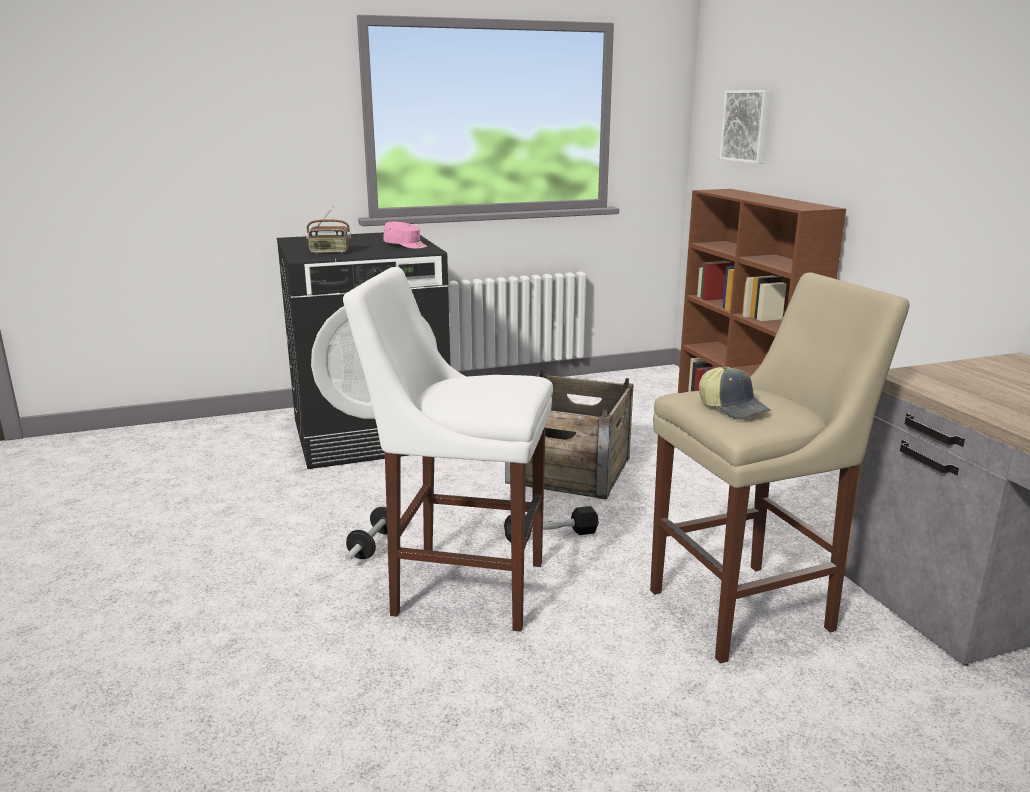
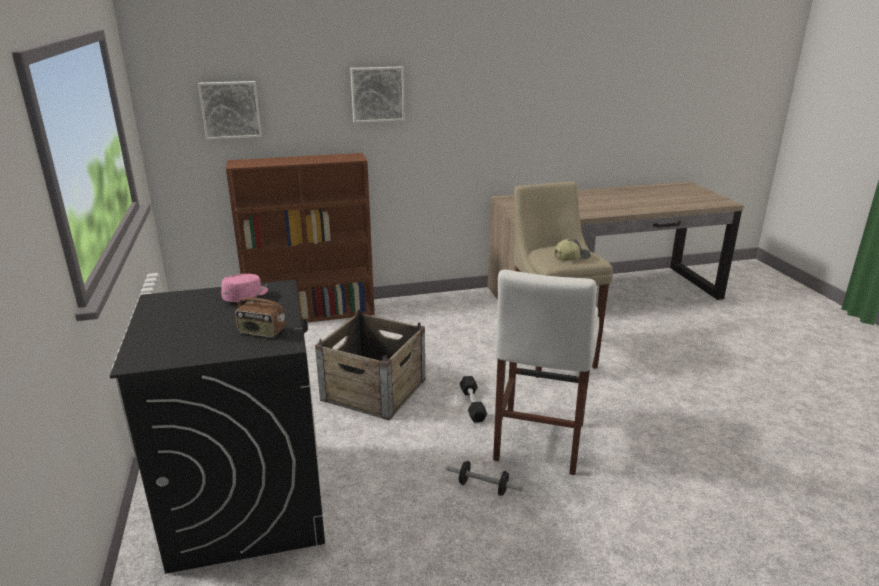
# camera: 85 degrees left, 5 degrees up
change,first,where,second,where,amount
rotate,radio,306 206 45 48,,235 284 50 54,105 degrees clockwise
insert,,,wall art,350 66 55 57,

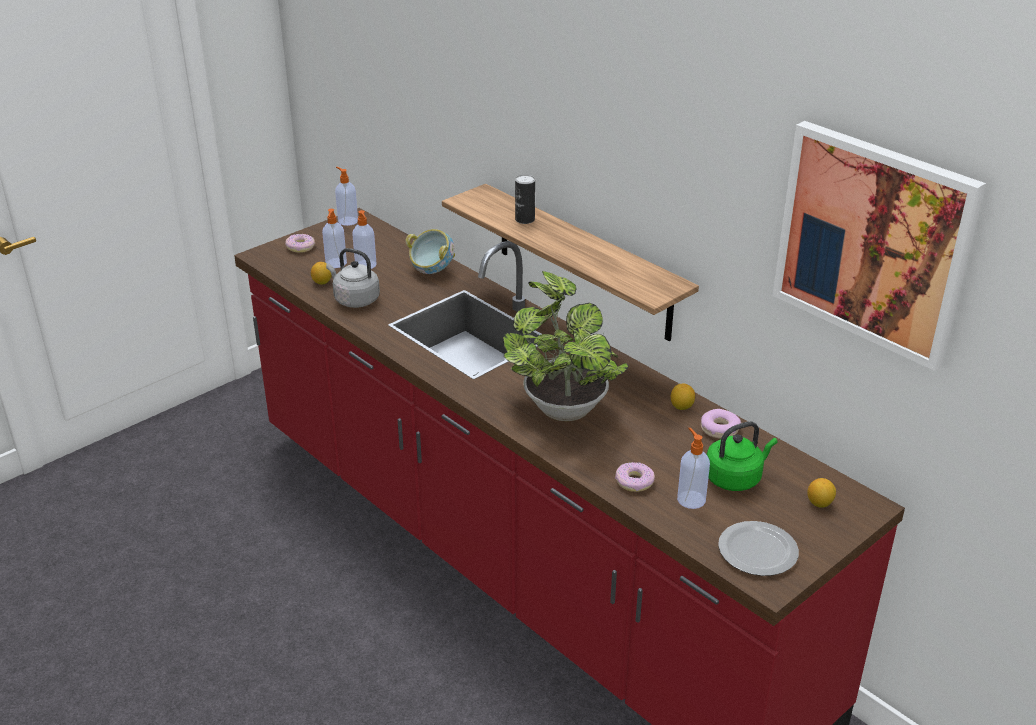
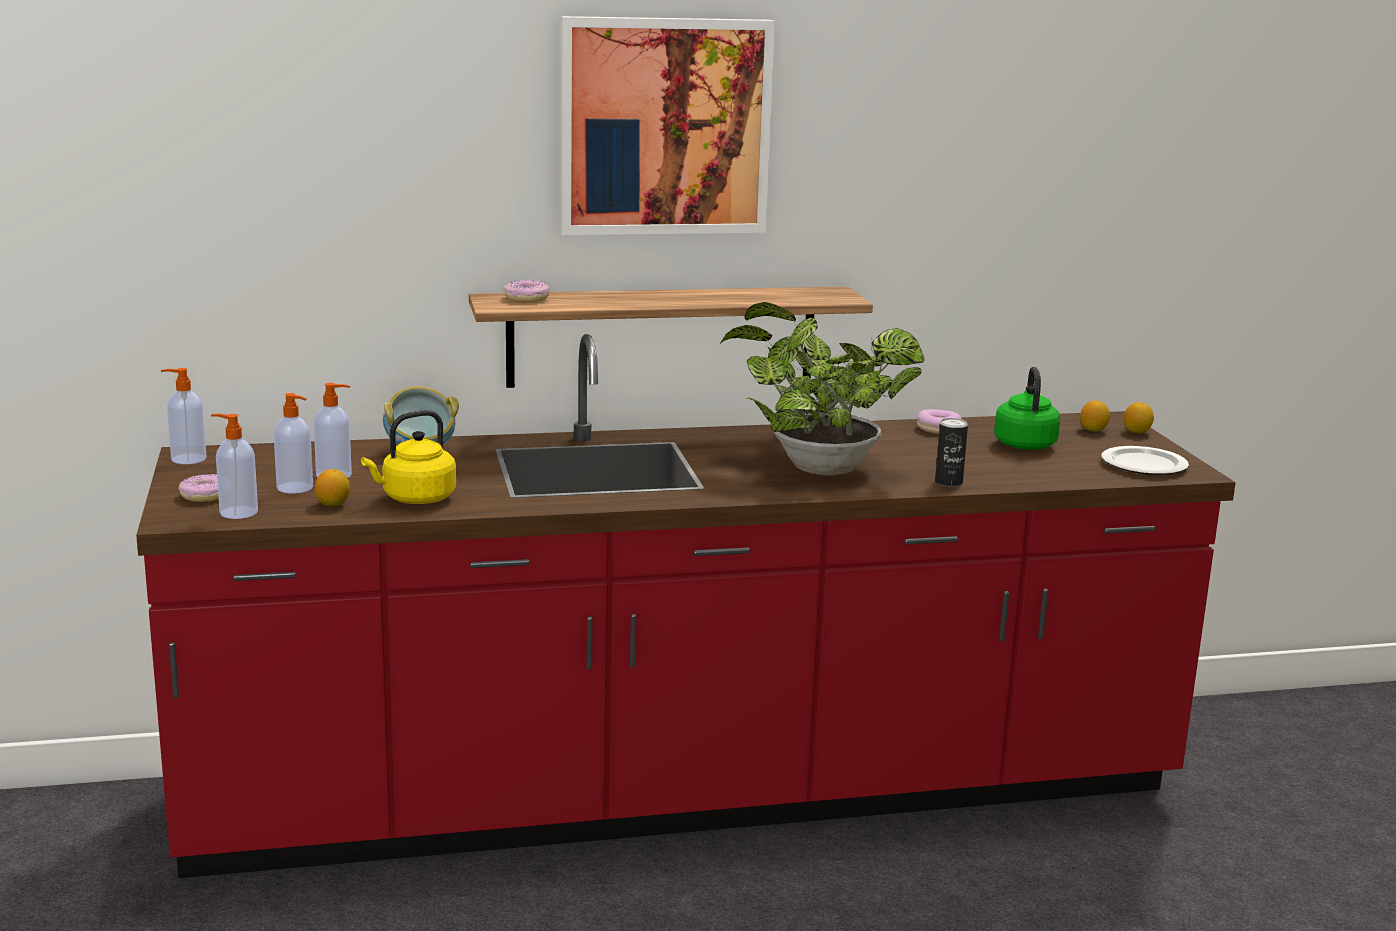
# camera: 60 degrees left, 15 degrees down
change,first,where,second,where,amount
move,liquid soap bottle,677 428 33 81,,211 414 47 105,
recolor,tea kettle (gray),326 248 54 60,tea kettle (yellowish),361 410 95 94,
move,doughnut,615 462 40 30,,504 280 46 22,
move,wall art,772 121 214 250,,560 16 215 219,
move,sealed can,515 174 20 50,,935 418 33 69,
move,citrus fruit,671 384 24 26,,1124 402 30 32,

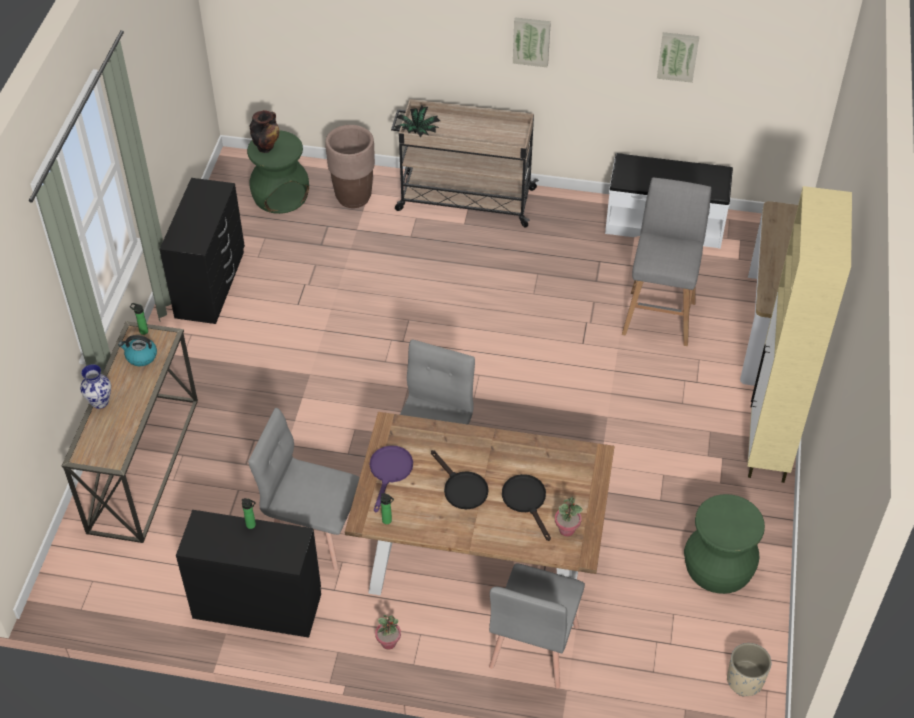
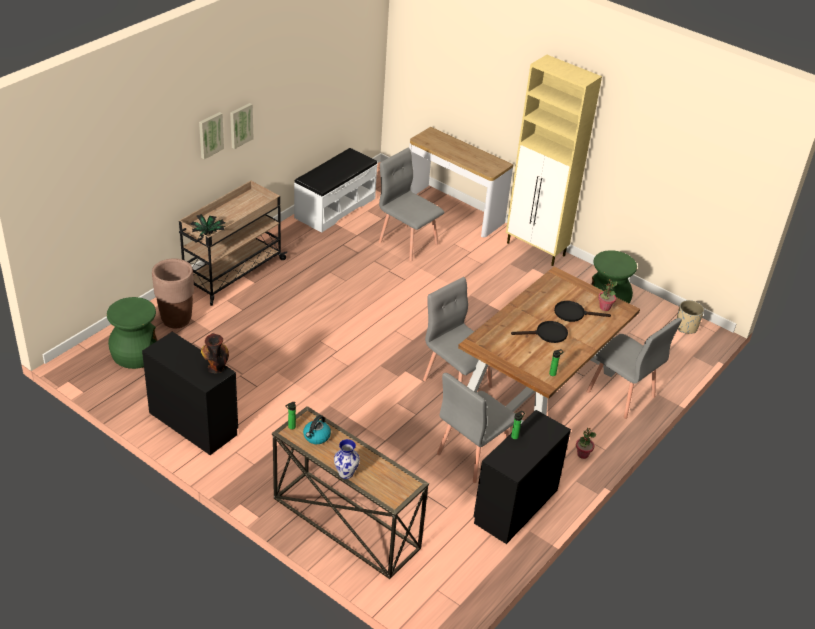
# camera: 65 degrees left, 10 degrees down
change,first,where,second,where,amount
move,wall art,657 32 42 51,,199 112 25 47,
move,decorative vase,250 110 29 43,,201 333 28 41,
replace,stool (gray),622 178 89 168,upright chair (gray),379 148 65 113,
delete,pan (purple),370 445 43 68,,,

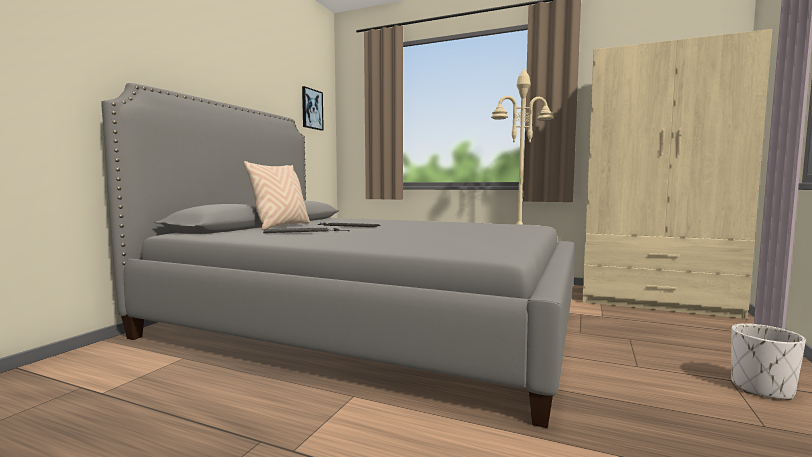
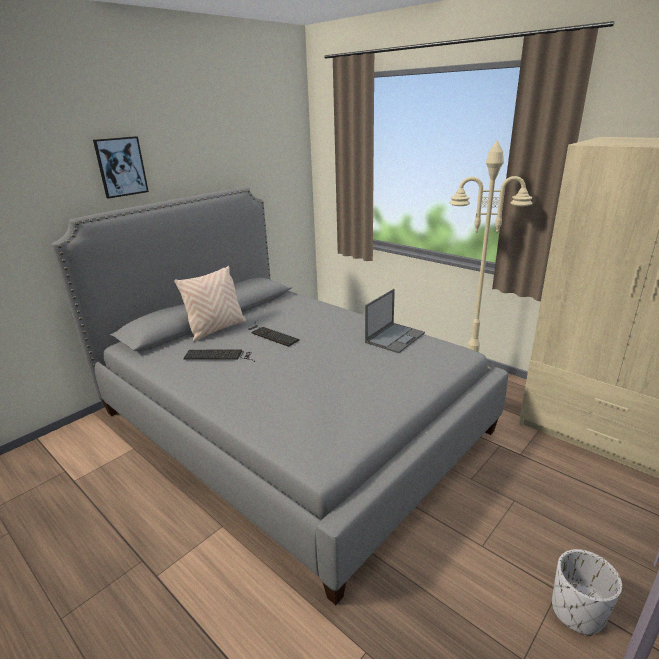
# camera: 20 degrees right, 20 degrees up
change,first,where,second,where,amount
move,wall art,302 86 22 45,,93 136 56 63,
insert,,,notebook computer,365 289 60 64,

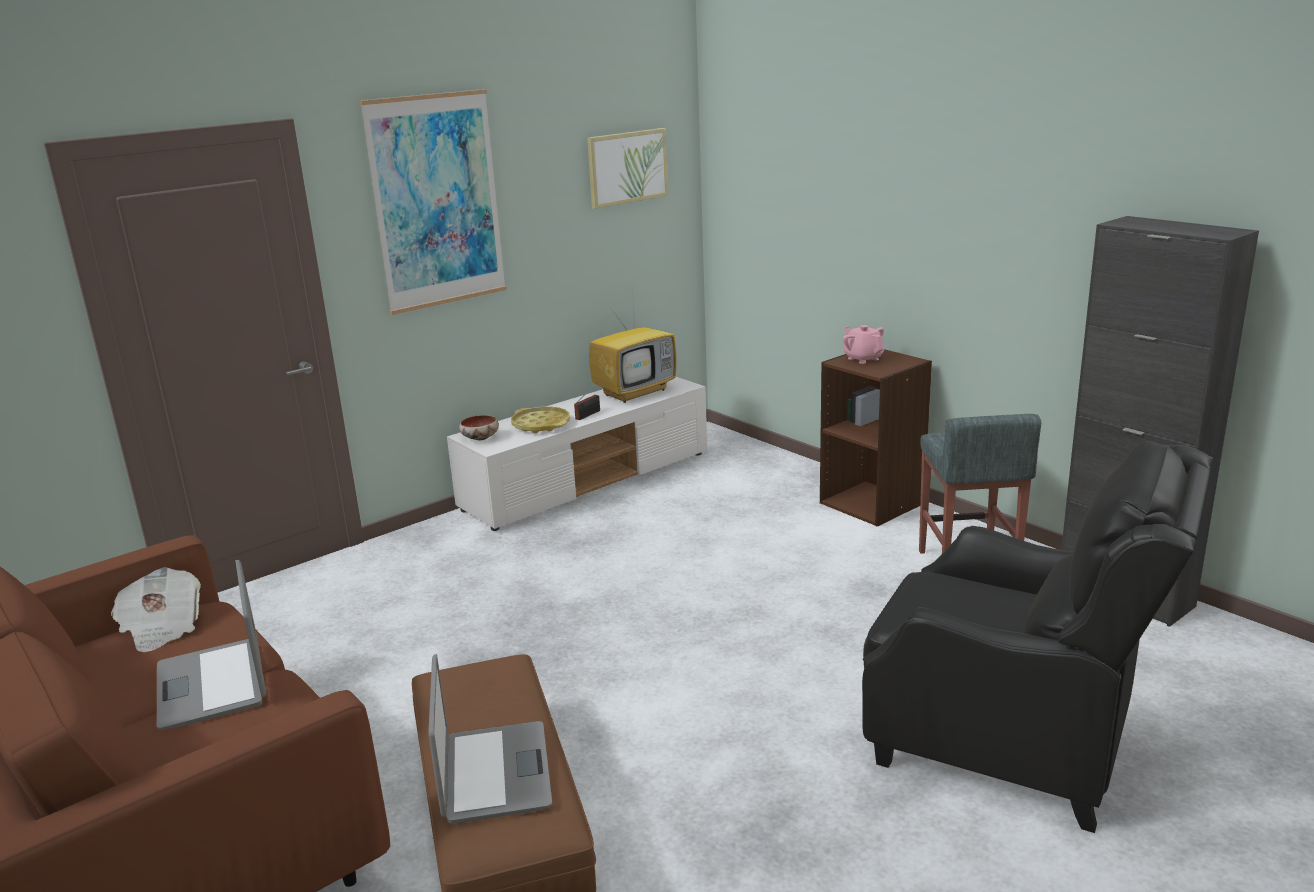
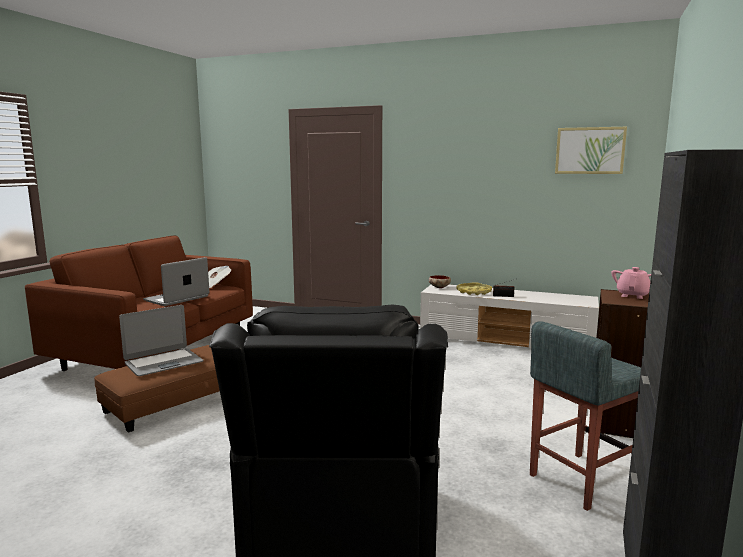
# camera: 60 degrees right, 10 degrees down
change,first,where,second,where,amount
delete,wall art,359 89 148 226,,,
delete,television,589 288 87 115,,,

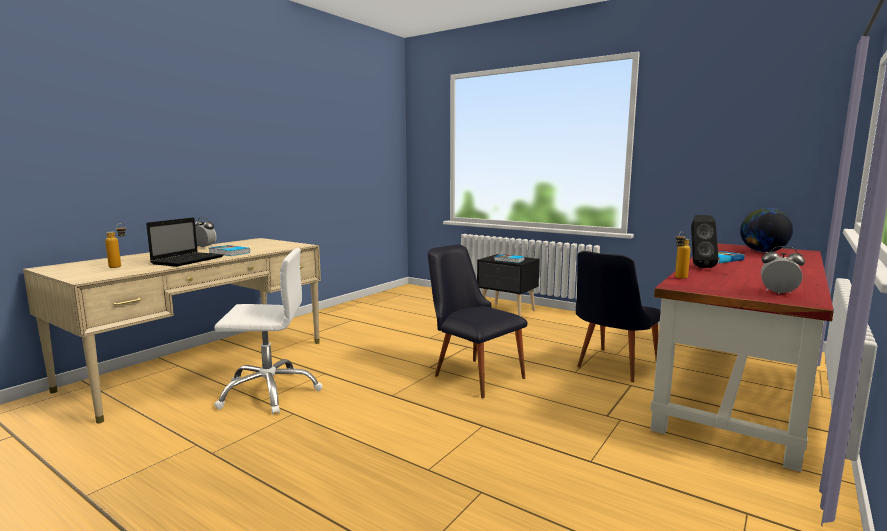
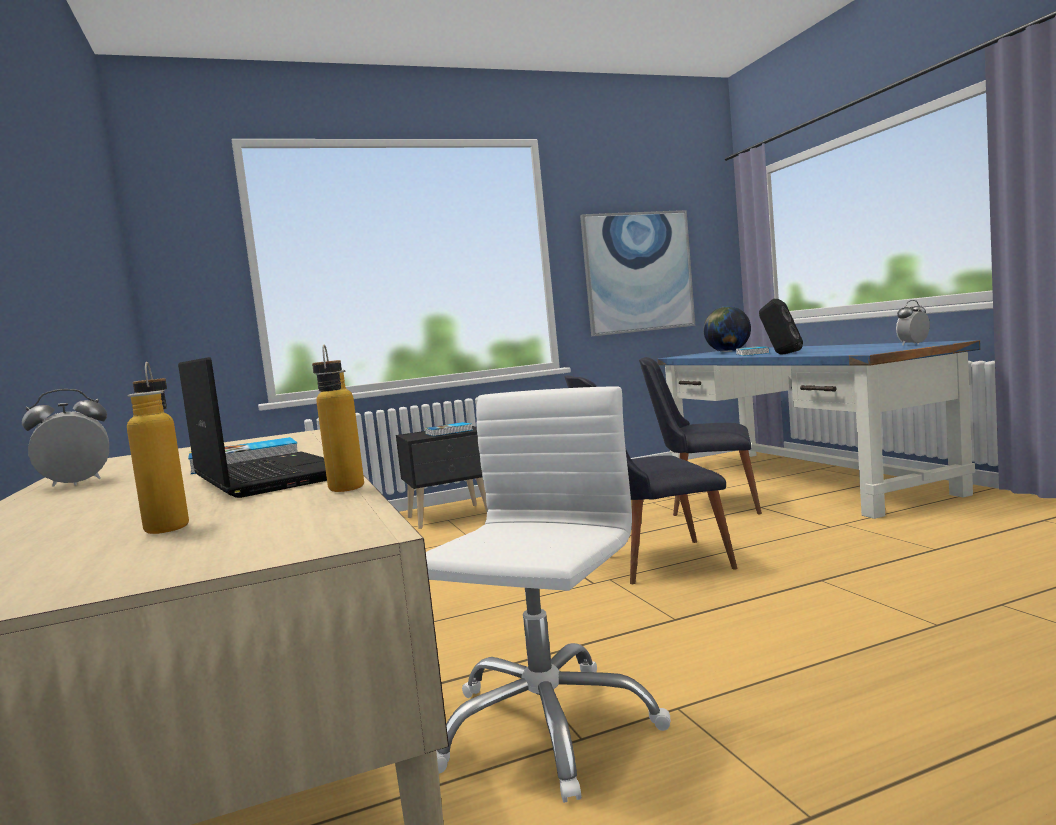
# camera: 55 degrees left, 5 degrees down
change,first,where,second,where,amount
move,beverage bottle,675 231 16 48,,312 345 52 147,
insert,,,wall art,580 210 115 127,
rotate,upright chair (black-coloured),576 251 85 131,,639 357 123 159,120 degrees clockwise
recolor,desk table (red-coloured),650 243 184 229,desk table (blue-coloured),657 340 324 179,

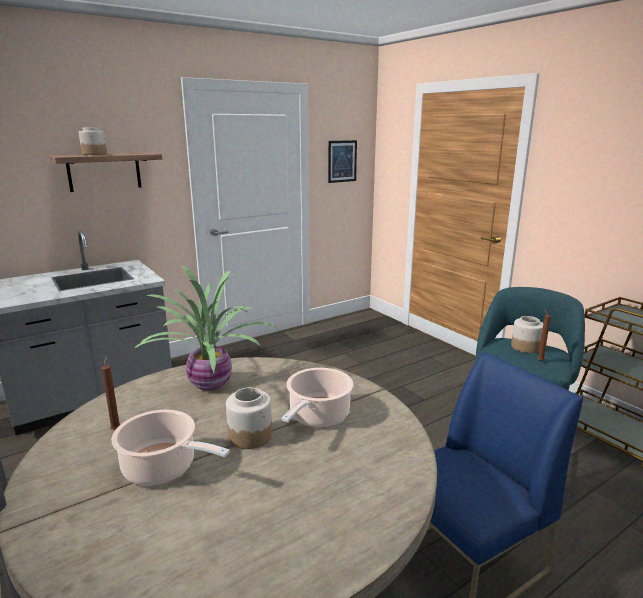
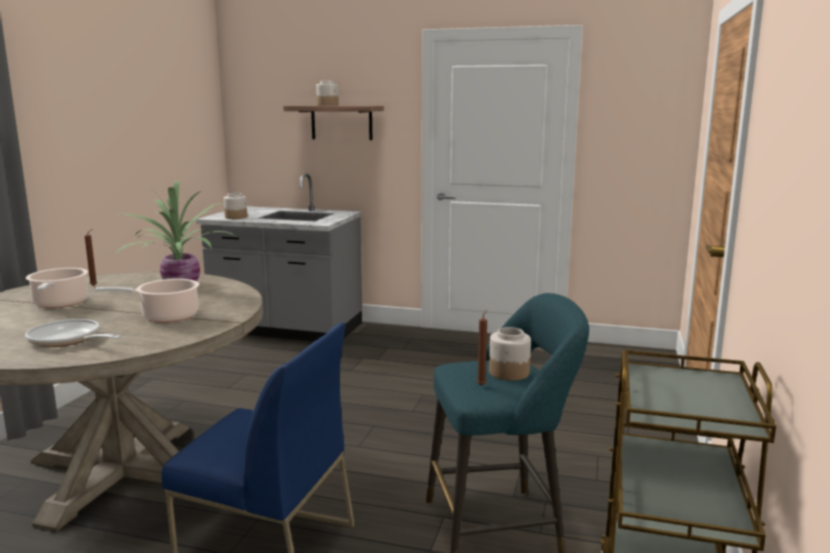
# camera: 50 degrees right, 5 degrees down
change,first,where,second,where,amount
insert,,,pan,25 319 97 28,
move,preserve jar,226 387 46 62,,224 193 23 26,
delete,wall art,328 140 29 43,,,

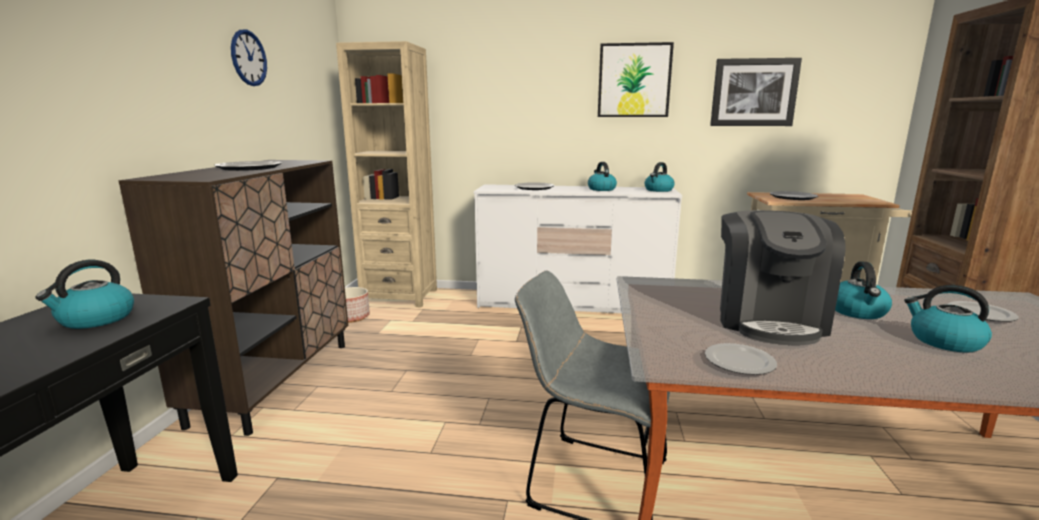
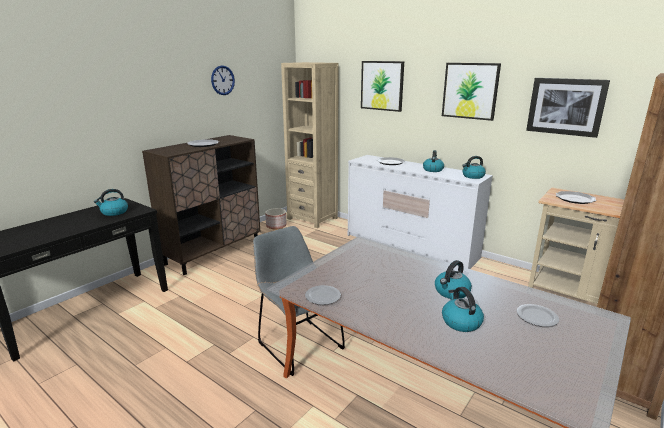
# camera: 30 degrees right, 5 degrees up
change,first,where,second,where,amount
insert,,,wall art,361 61 43 51,
delete,coffee maker,720 210 126 135,,,

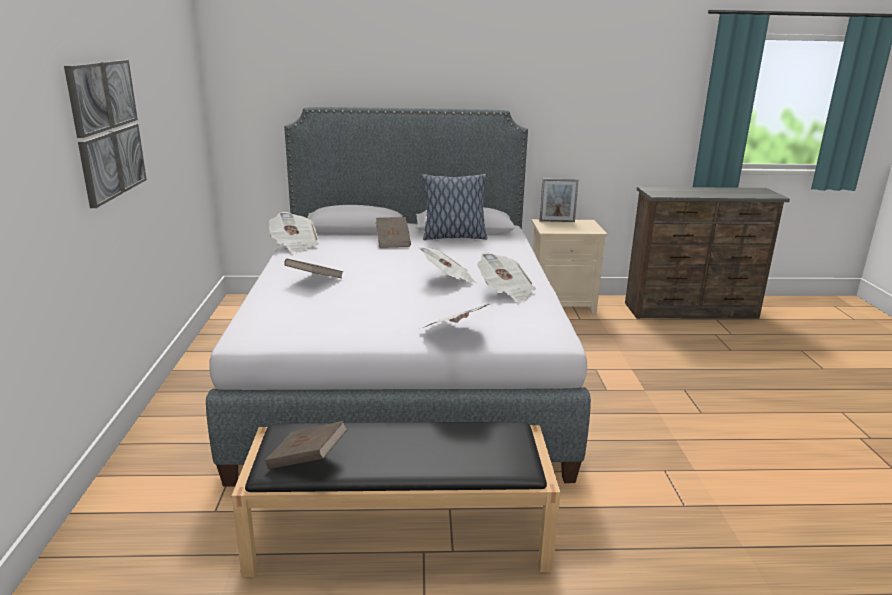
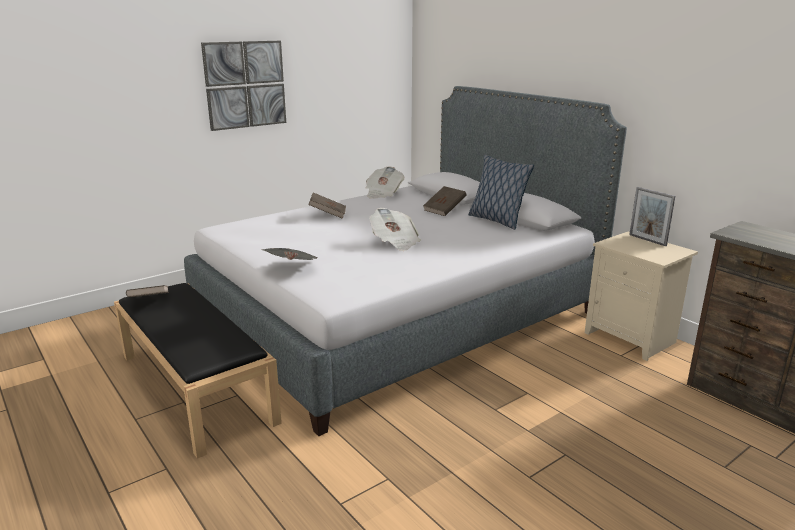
# camera: 55 degrees right, 0 degrees up
change,first,where,second,where,amount
delete,daily paper,477 252 59 51,,,

